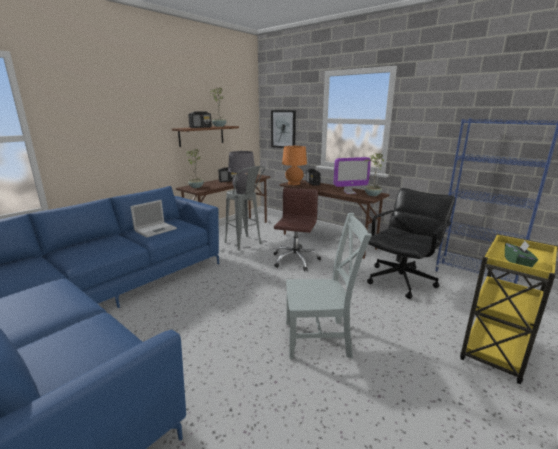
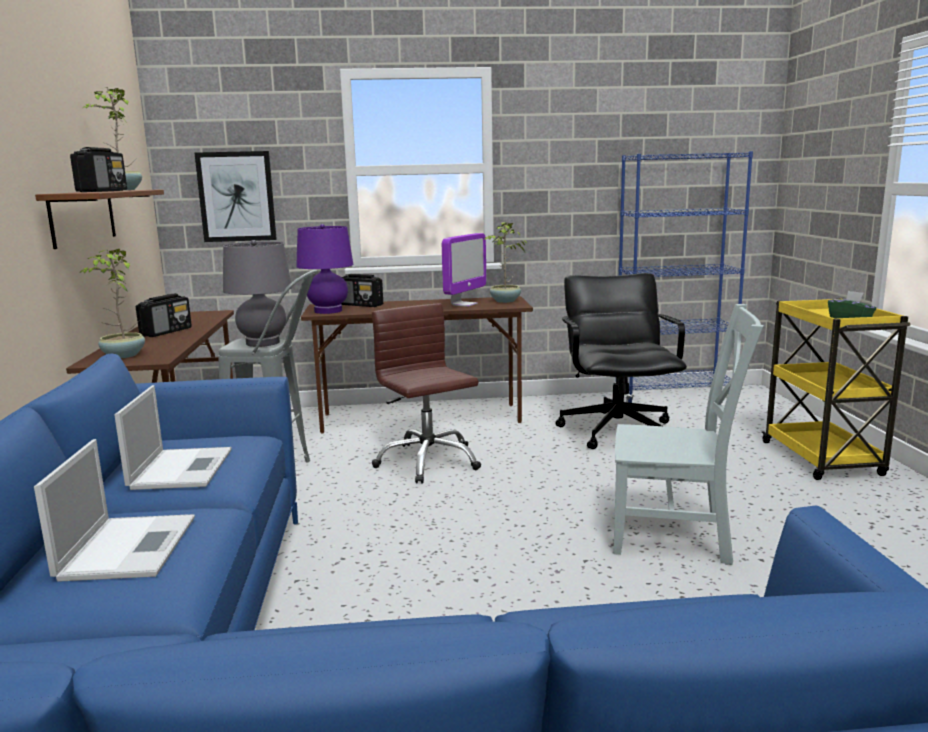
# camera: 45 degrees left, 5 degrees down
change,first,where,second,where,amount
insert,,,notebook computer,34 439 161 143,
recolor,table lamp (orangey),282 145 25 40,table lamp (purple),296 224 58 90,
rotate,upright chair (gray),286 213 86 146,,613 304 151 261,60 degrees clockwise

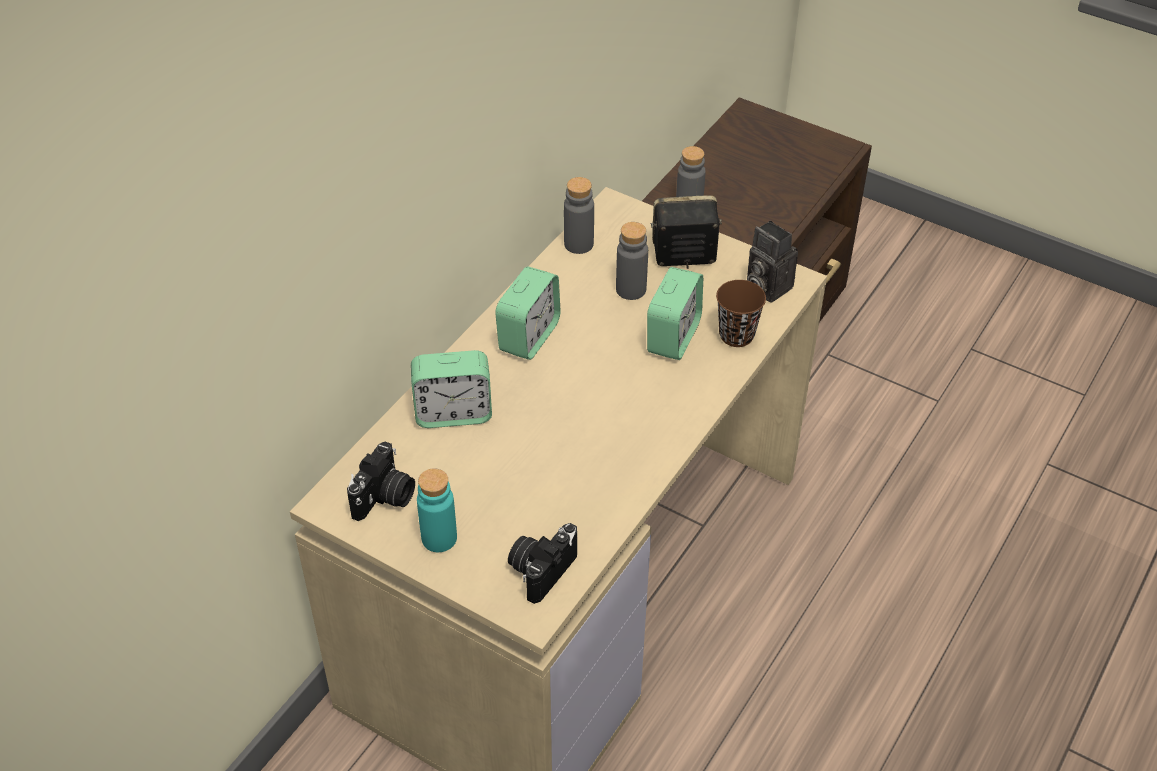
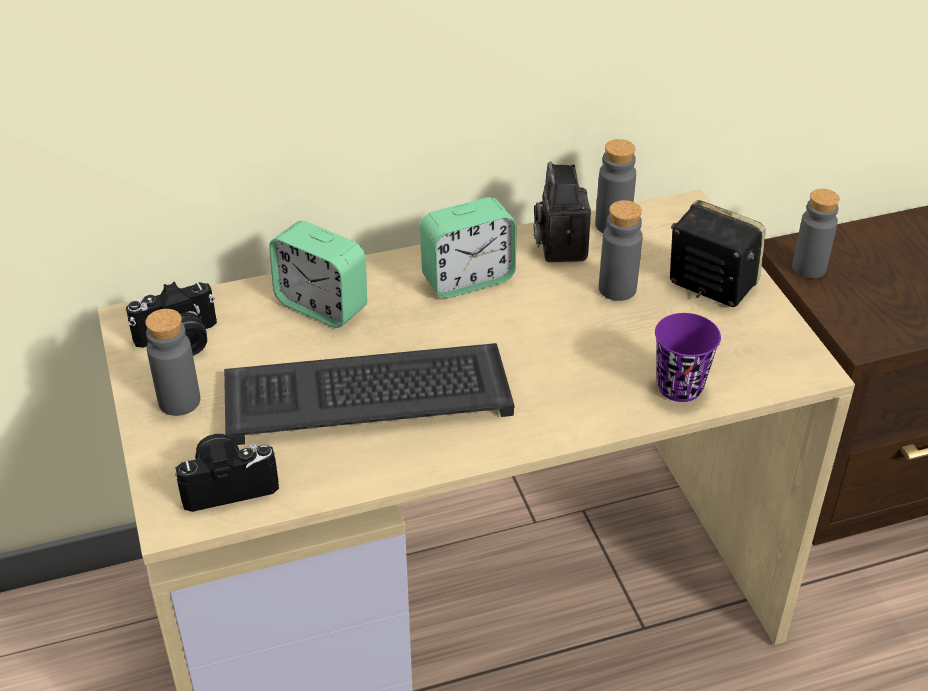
# camera: 40 degrees right, 5 degrees down
change,first,where,second,where,amount
recolor,beverage bottle (blue-green),417 468 40 84,beverage bottle (gray),145 309 55 107,
insert,,,computer keyboard,224 343 291 102,
move,photo camera,747 220 51 83,,533 162 58 100,
recolor,small cup (brown),716 280 50 67,small cup (purple),655 313 66 89,
delete,alarm clock,647 267 56 93,,,

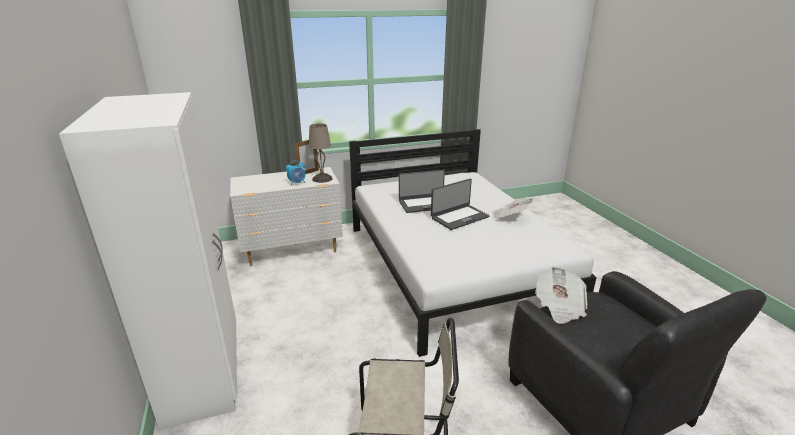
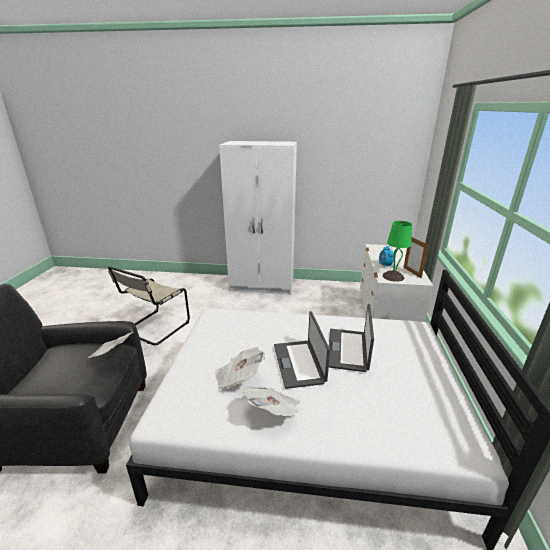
# camera: 115 degrees right, 0 degrees up
change,first,where,second,where,amount
insert,,,daily paper,215 347 50 43,
recolor,table lamp (sand-coloured),309 124 24 59,table lamp (green),383 221 29 61,

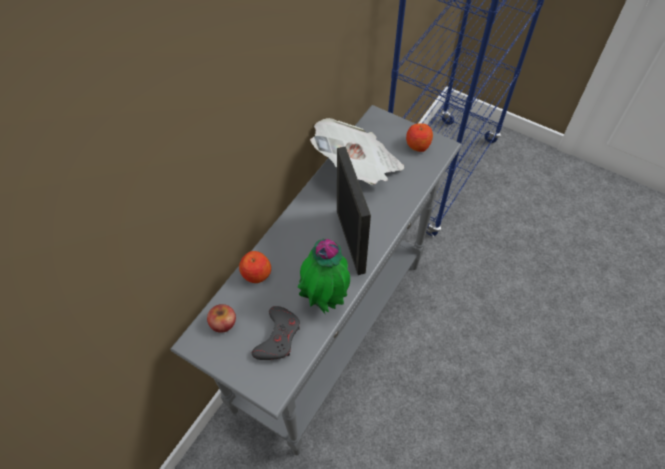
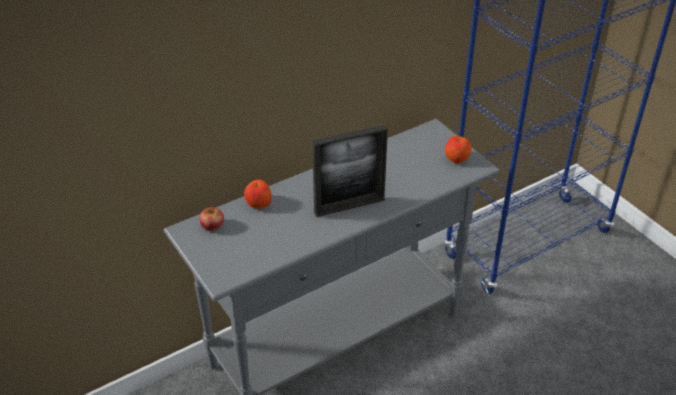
# camera: 25 degrees right, 15 degrees down
change,first,where,second,where,amount
rotate,picture frame,337 146 34 129,,312 124 76 93,60 degrees clockwise
delete,joypad (gray),252 306 48 54,,,
delete,houseplant,298 239 52 74,,,
delete,daily paper,310 118 94 67,,,

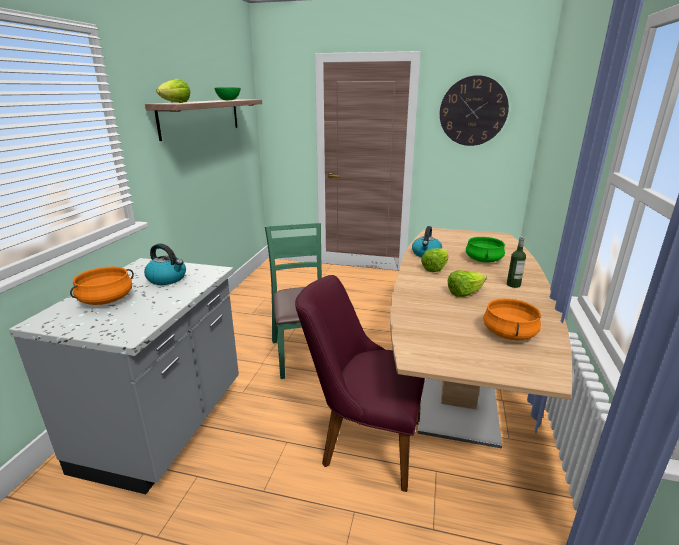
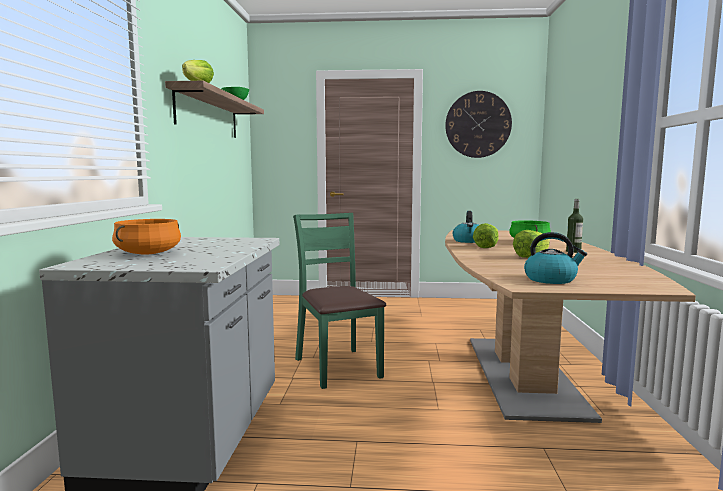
# camera: 10 degrees left, 15 degrees down
change,first,where,second,where,amount
move,tea kettle,144 243 42 42,,524 232 63 52,
delete,upright chair (purple),295 275 130 217,,,
delete,stockpot (orangey),483 298 58 42,,,

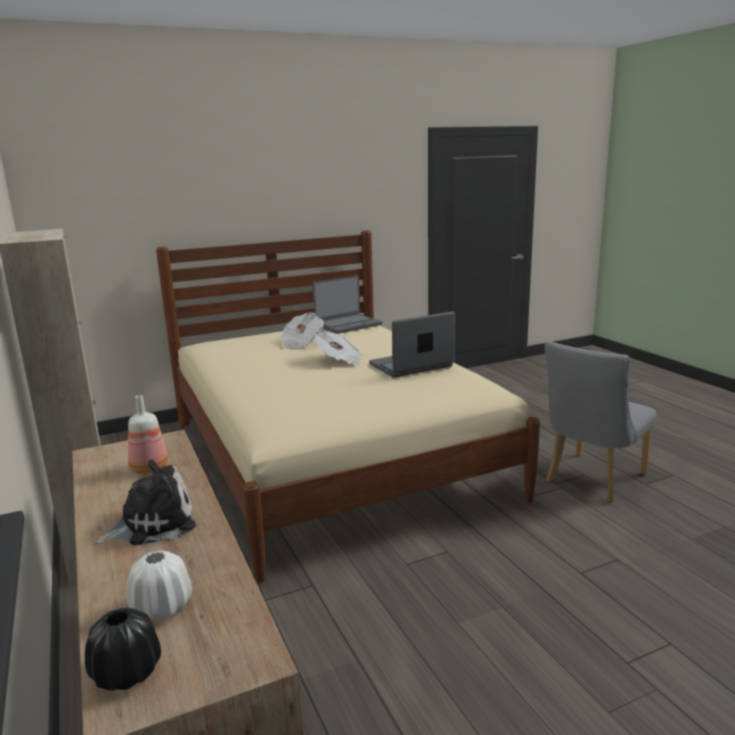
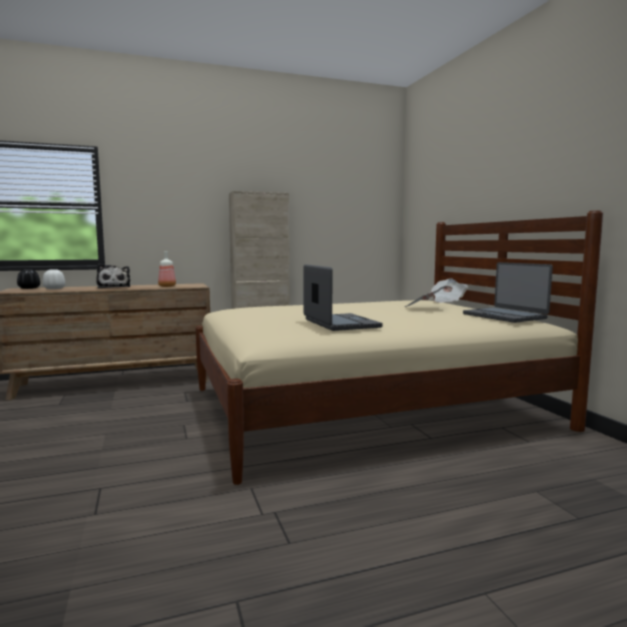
# camera: 95 degrees right, 10 degrees down
change,first,where,second,where,amount
move,daily paper,313 331 49 34,,431 278 37 25,
delete,upright chair (gray),545 341 112 161,,,

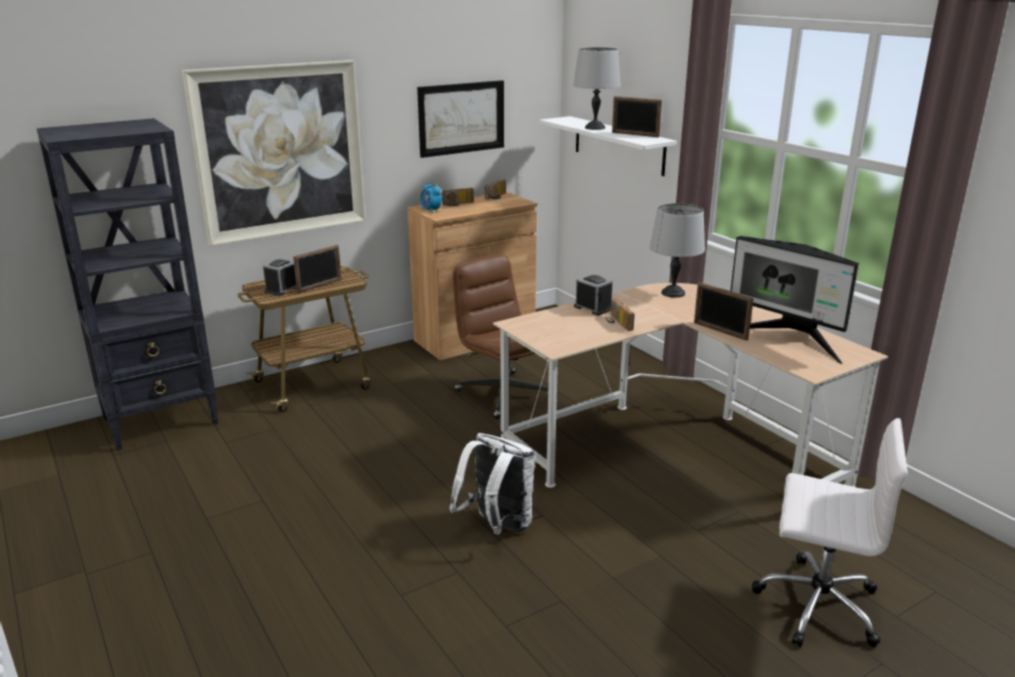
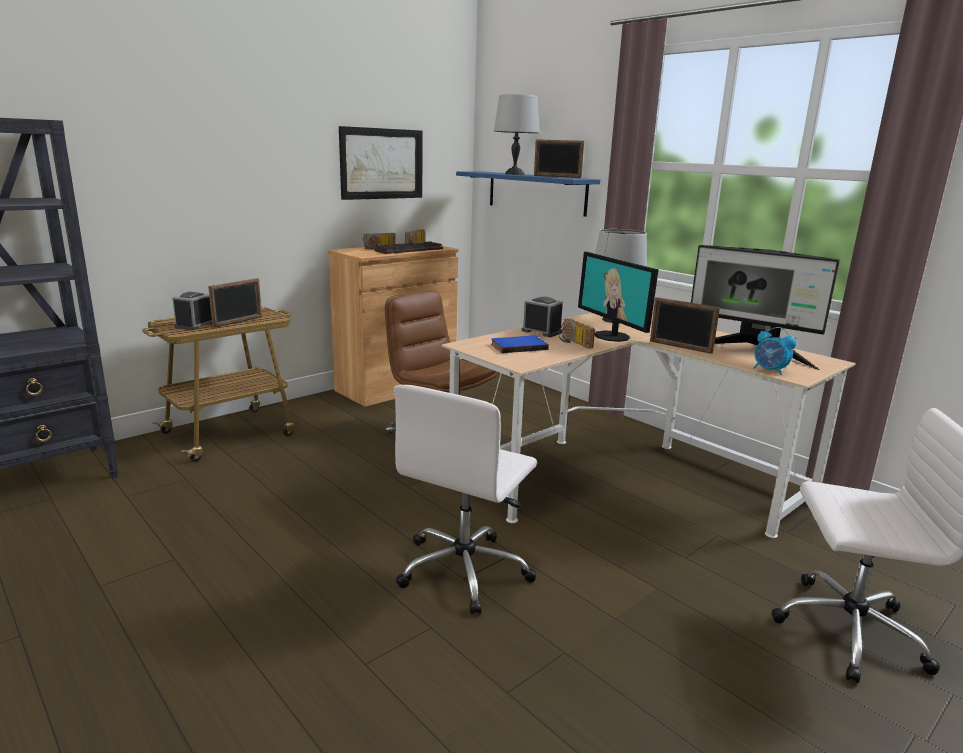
# camera: 10 degrees left, 5 degrees down
change,first,where,second,where,amount
insert,,,computer keyboard,374 241 69 13,
replace,knapsack (whitish),450 433 85 101,computer chair (whitish),394 385 143 229,
recolor,bracket shelf (whitish),539 116 138 60,bracket shelf (blue-coloured),456 171 144 46,
insert,,,bound book (blue-coloured),491 336 58 17,
insert,,,computer display,578 252 81 90,
move,alarm clock,420 181 22 32,,753 327 44 48,
delete,wall art,182 60 184 186,,,

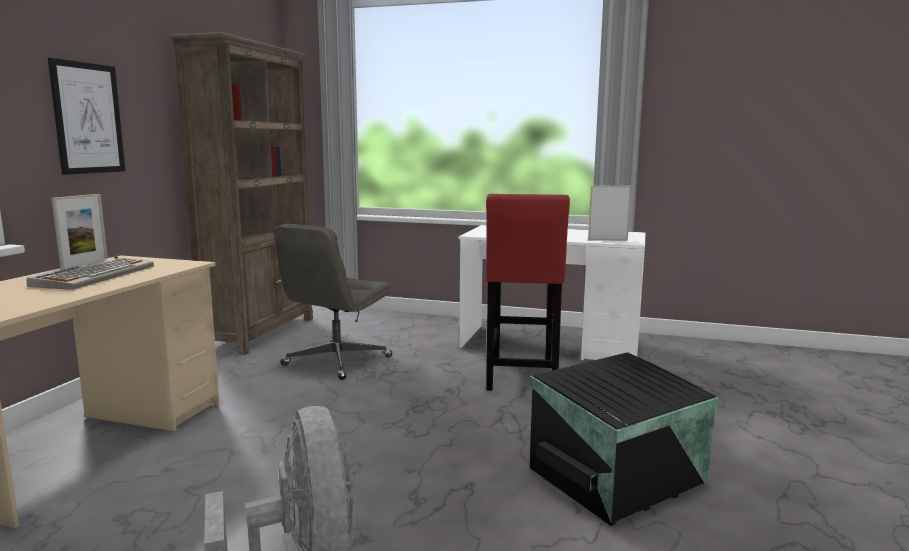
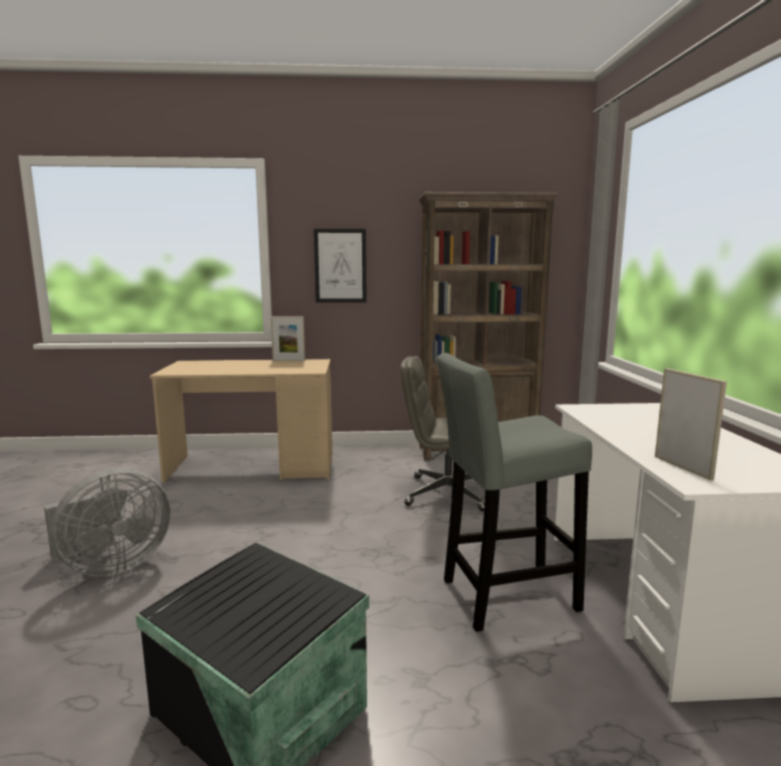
# camera: 70 degrees right, 0 degrees up
change,first,where,second,where,amount
recolor,stool (red-coloured),486 194 84 197,stool (gray),437 353 155 279,
delete,computer keyboard,27 257 127 33,,,

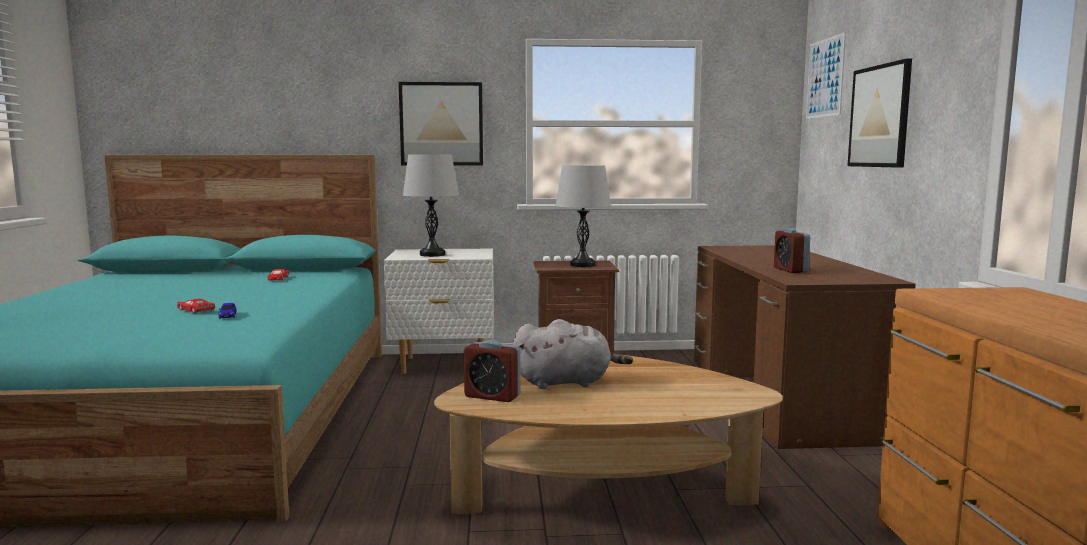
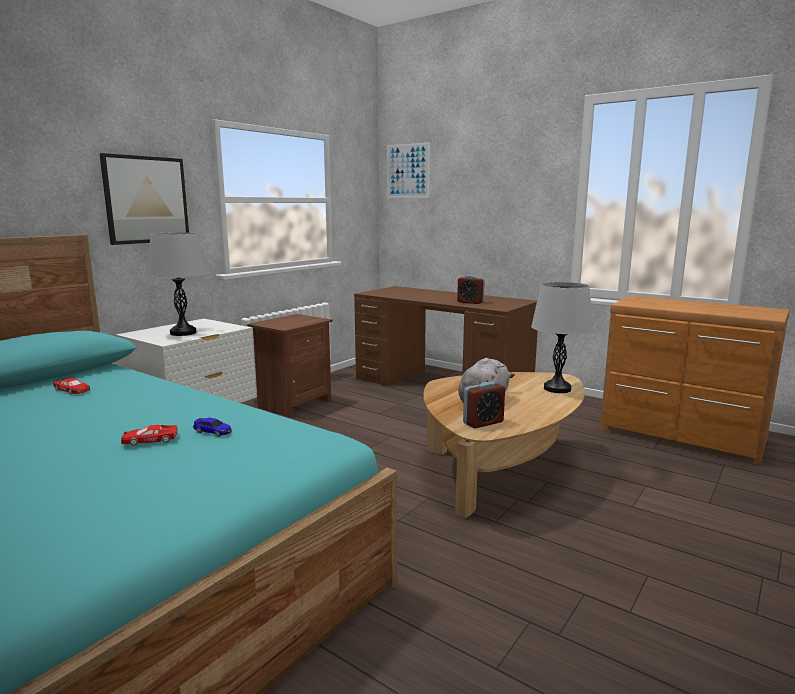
# camera: 50 degrees left, 5 degrees up
change,first,where,second,where,amount
move,table lamp (gray),556 165 55 102,,531 282 62 111,
delete,wall art,848 58 64 110,,,

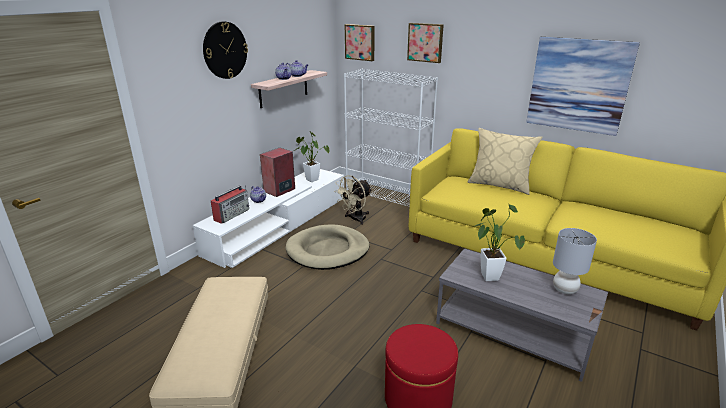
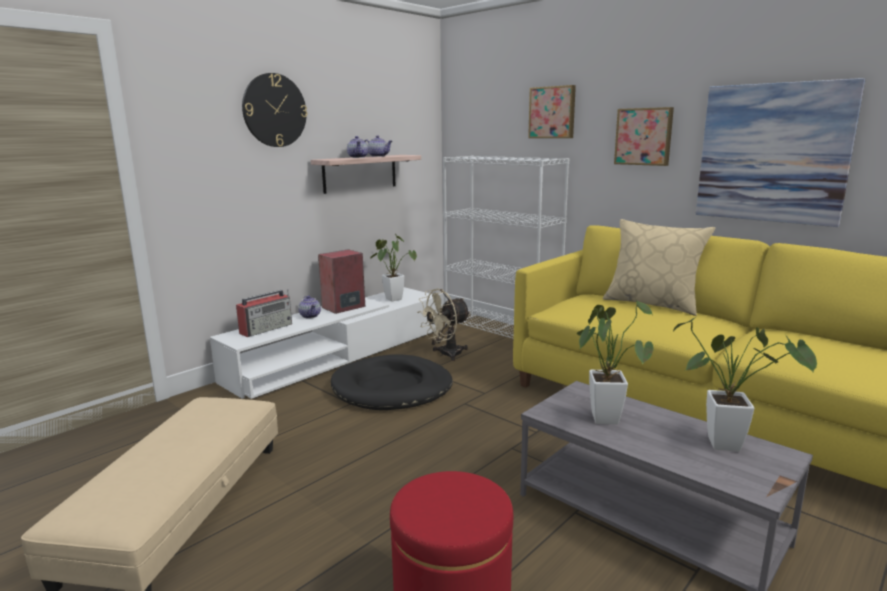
# camera: 10 degrees right, 10 degrees down
change,first,where,second,where,amount
recolor,dog bed (sand-coloured),286 224 83 46,dog bed (black-coloured),331 355 122 55,
move,wall art,345 24 30 37,,614 107 60 59,
replace,table lamp (gray),553 228 44 66,houseplant,673 317 144 135,

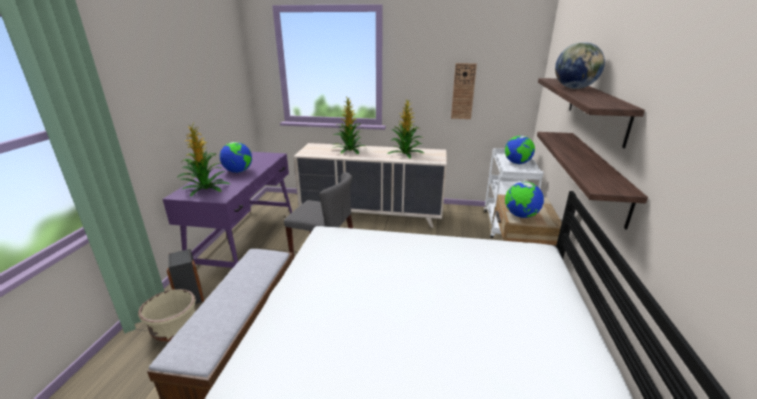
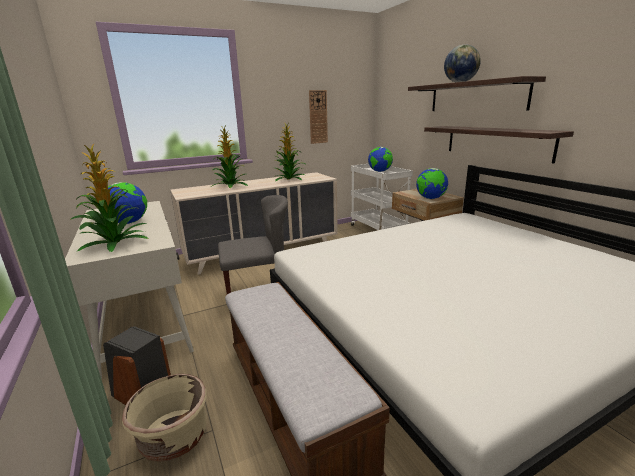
# camera: 35 degrees left, 5 degrees down
change,first,where,second,where,amount
recolor,desk table (purple),163 152 129 116,desk table (whitish),65 201 129 178,

